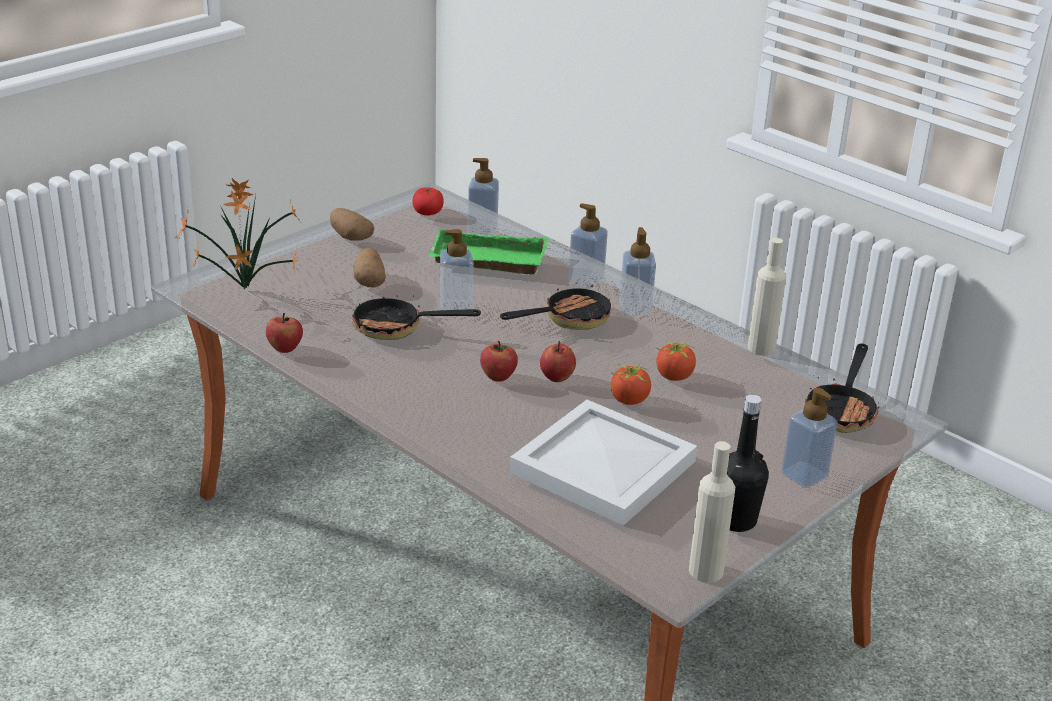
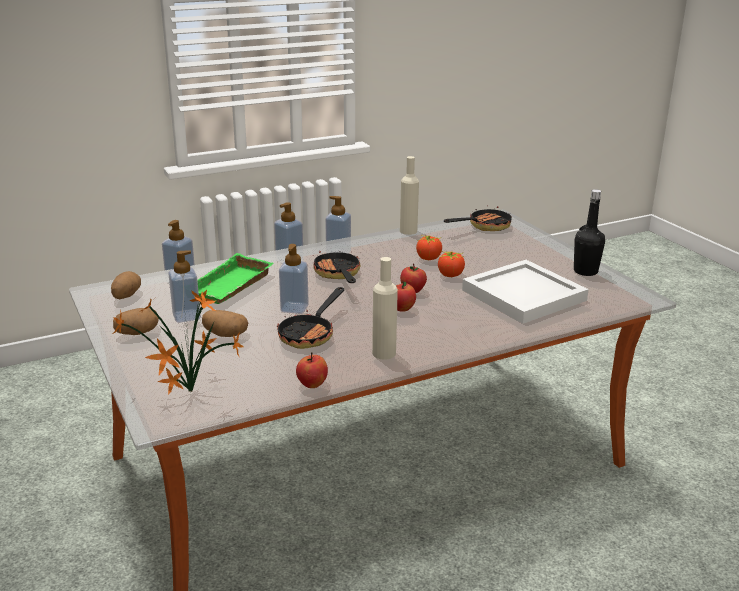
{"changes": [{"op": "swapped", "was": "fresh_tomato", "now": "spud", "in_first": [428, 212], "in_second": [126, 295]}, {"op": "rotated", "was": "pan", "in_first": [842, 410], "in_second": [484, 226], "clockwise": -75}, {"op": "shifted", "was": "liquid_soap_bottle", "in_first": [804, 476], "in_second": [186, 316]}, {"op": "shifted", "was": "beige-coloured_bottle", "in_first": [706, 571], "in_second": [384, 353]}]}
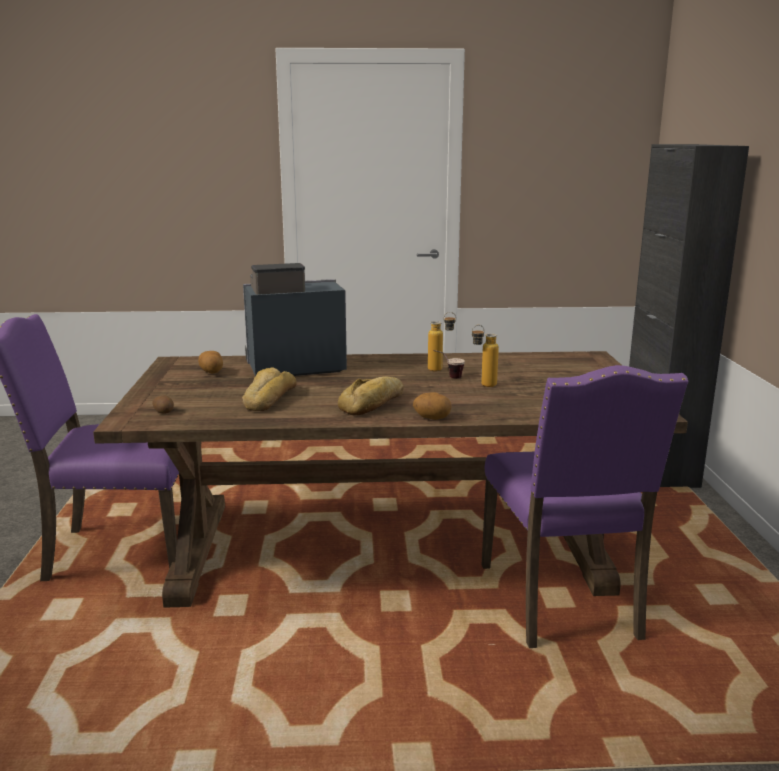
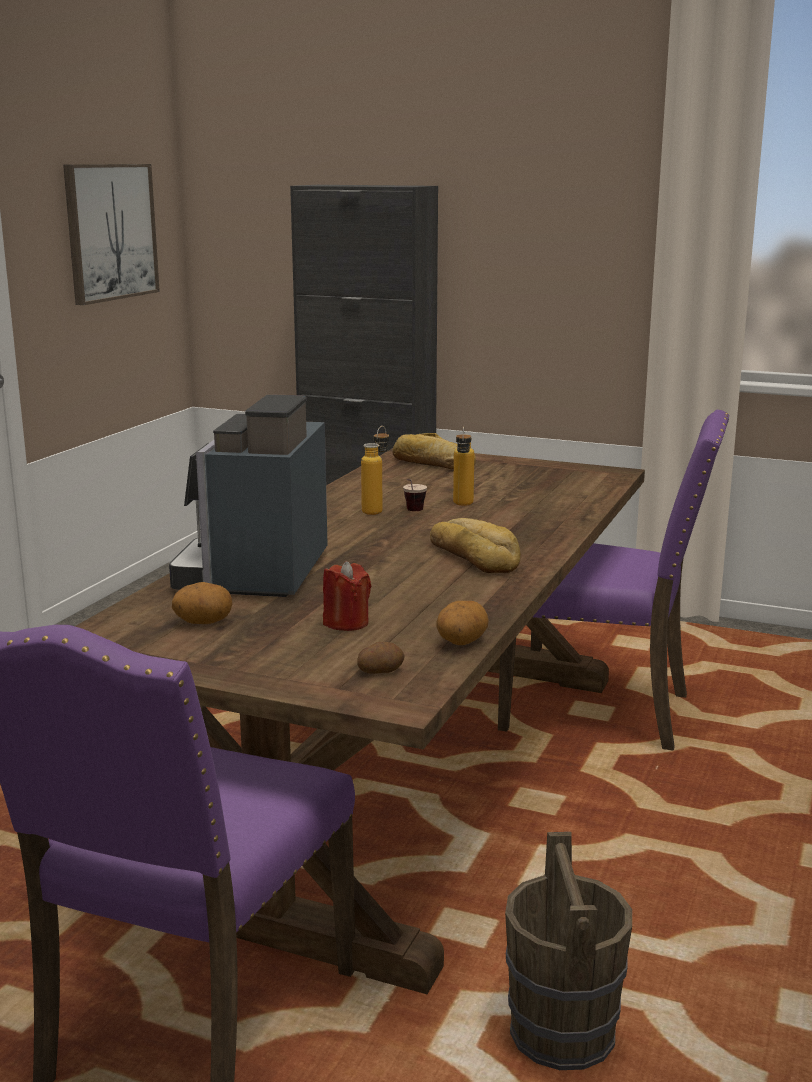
{"changes": [{"op": "shifted", "was": "bakery_bread", "in_first": [267, 398], "in_second": [432, 463]}, {"op": "shifted", "was": "spud", "in_first": [432, 418], "in_second": [461, 642]}, {"op": "new", "now": "picture", "in_second": [110, 232]}, {"op": "new", "now": "reddish_wax_candle", "in_second": [346, 623]}, {"op": "new", "now": "brownish_water_bucket", "in_second": [562, 1034]}]}
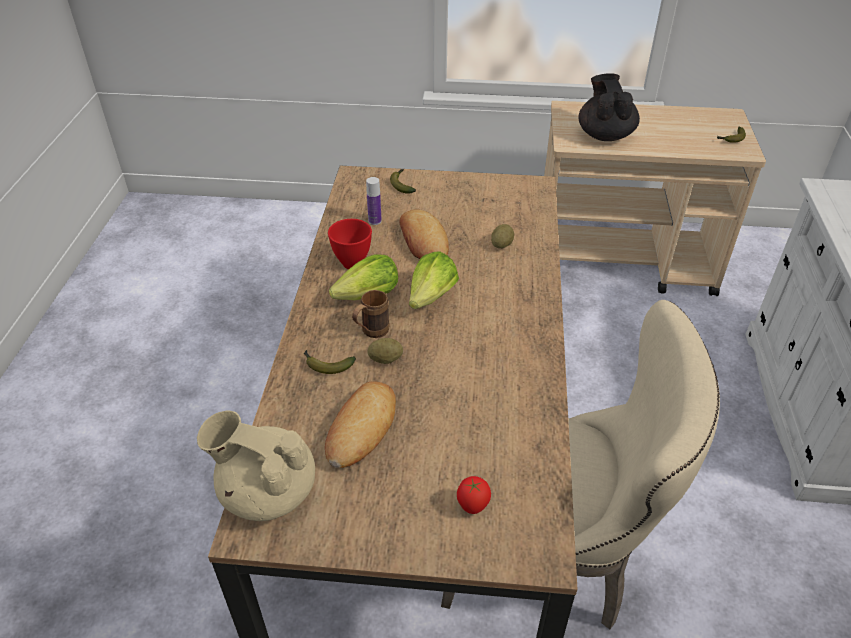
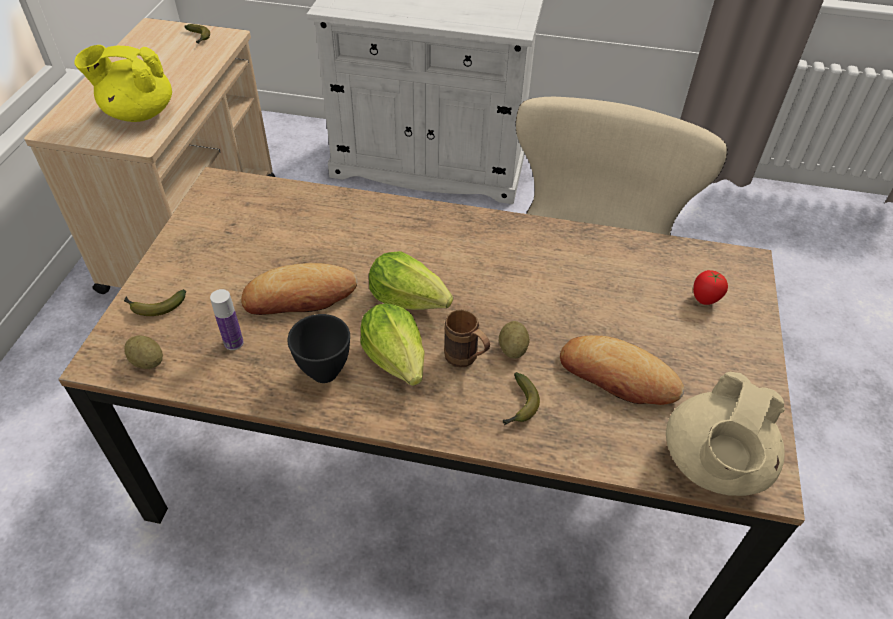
{"changes": [{"op": "repainted", "was": "black_teapot", "now": "yellow_teapot", "in_first": [605, 135], "in_second": [138, 113]}, {"op": "repainted", "was": "reddish_deep_dish", "now": "black_deep_dish", "in_first": [352, 263], "in_second": [323, 373]}, {"op": "shifted", "was": "spud", "in_first": [501, 245], "in_second": [147, 361]}]}
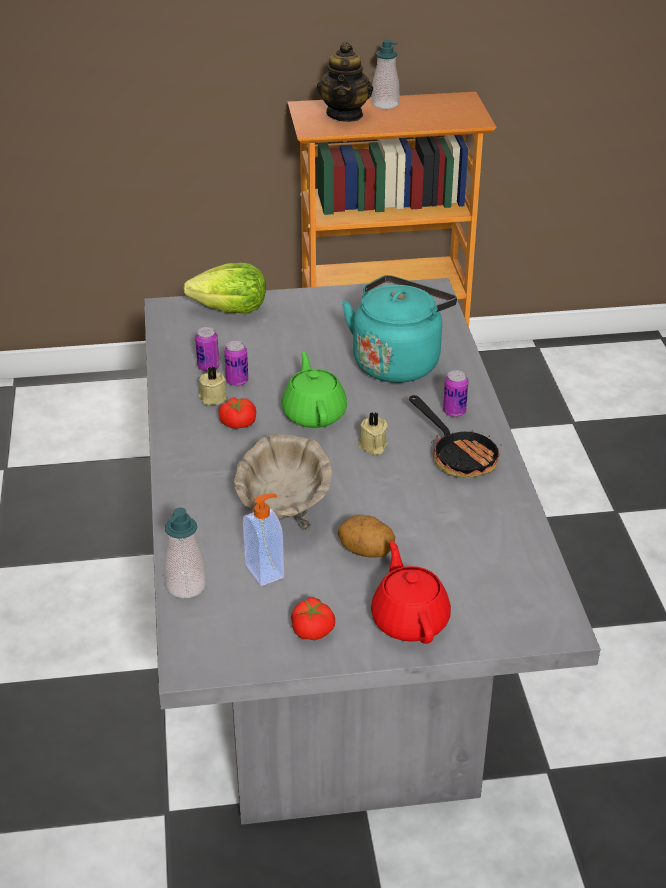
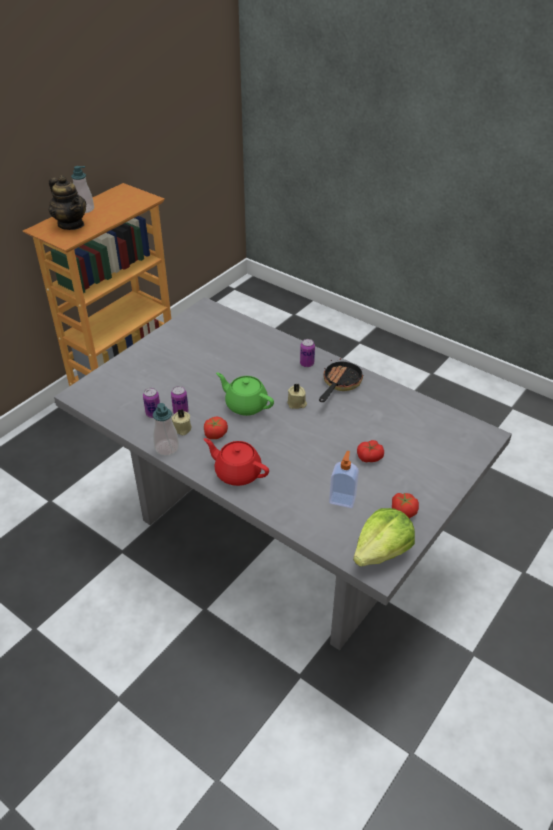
{"changes": [{"op": "shifted", "was": "head_of_lettuce", "in_first": [230, 309], "in_second": [382, 551]}, {"op": "gone", "was": "turquoise-coloured_kettle", "in_first": [398, 362]}, {"op": "rotated", "was": "pan", "in_first": [458, 455], "in_second": [339, 384], "clockwise": -75}, {"op": "gone", "was": "beige-coloured_deep_dish", "in_first": [283, 508]}, {"op": "shifted", "was": "liquid_soap_bottle", "in_first": [186, 585], "in_second": [167, 448]}, {"op": "swapped", "was": "spud", "now": "fresh_tomato", "in_first": [366, 551], "in_second": [369, 457]}, {"op": "shifted", "was": "reddish_teapot", "in_first": [409, 620], "in_second": [237, 472]}]}
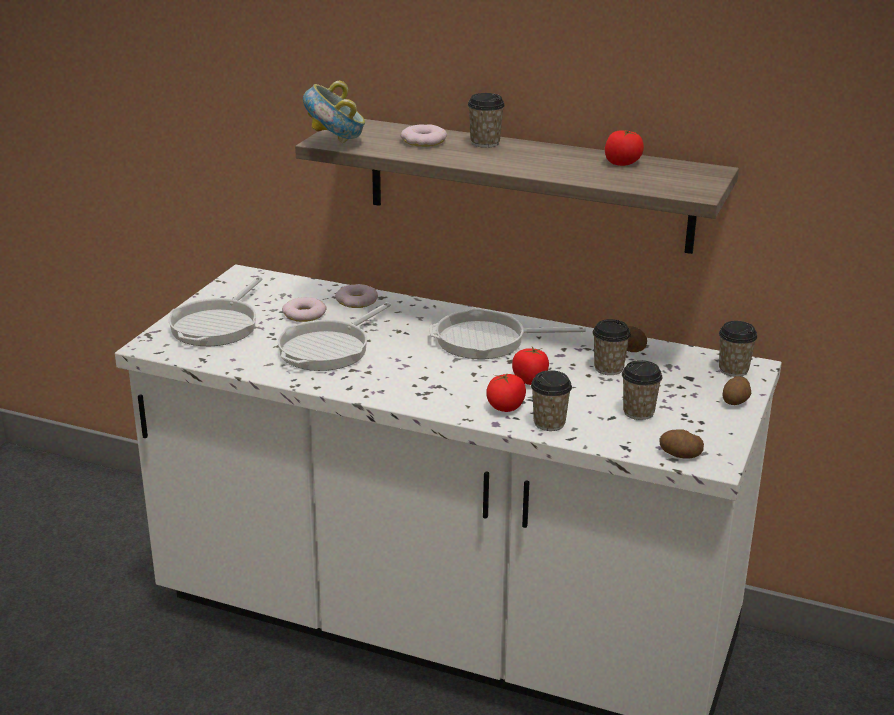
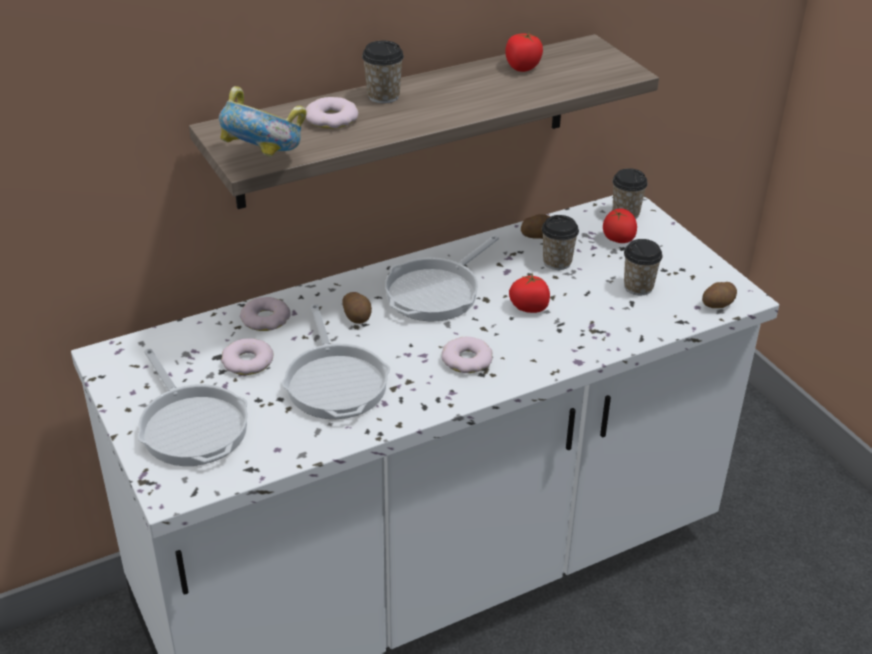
{"changes": [{"op": "gone", "was": "small_cup", "in_first": [549, 423]}, {"op": "shifted", "was": "fresh_tomato", "in_first": [505, 407], "in_second": [618, 239]}, {"op": "shifted", "was": "spud", "in_first": [736, 401], "in_second": [358, 317]}, {"op": "new", "now": "doughnut", "in_second": [467, 360]}]}
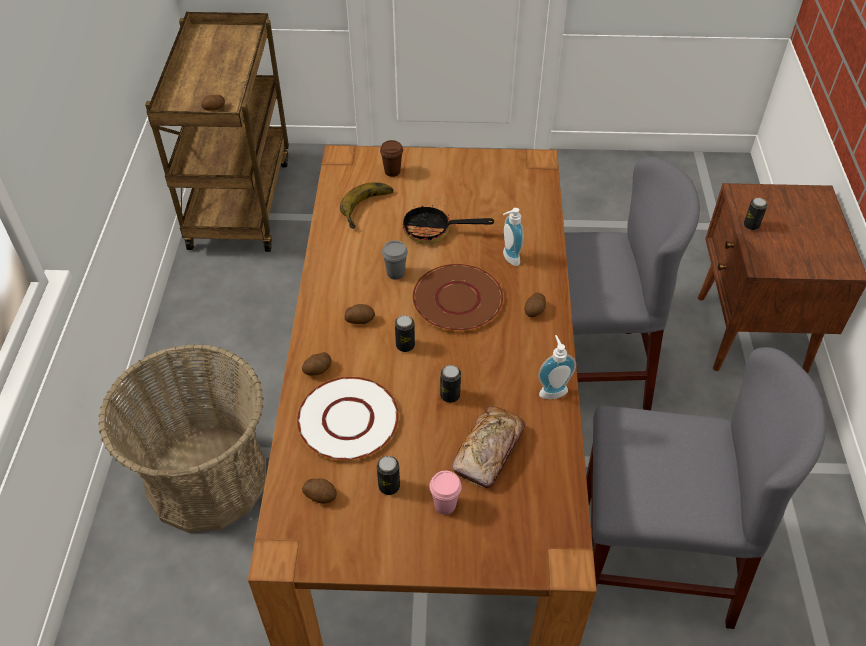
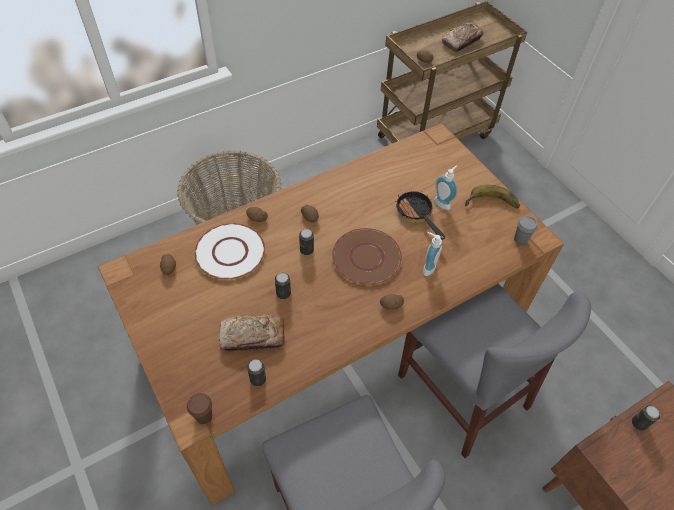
{"changes": [{"op": "shifted", "was": "brownish_small_cup", "in_first": [392, 171], "in_second": [204, 416]}, {"op": "shifted", "was": "banana_fruit", "in_first": [370, 208], "in_second": [491, 205]}, {"op": "shifted", "was": "grey_small_cup", "in_first": [395, 273], "in_second": [520, 239]}, {"op": "shifted", "was": "liquid_soap_bottle", "in_first": [552, 390], "in_second": [443, 202]}, {"op": "shifted", "was": "sealed_can", "in_first": [389, 486], "in_second": [258, 379]}, {"op": "gone", "was": "pinkish_small_cup", "in_first": [445, 505]}, {"op": "new", "now": "bakery_bread", "in_second": [461, 41]}]}
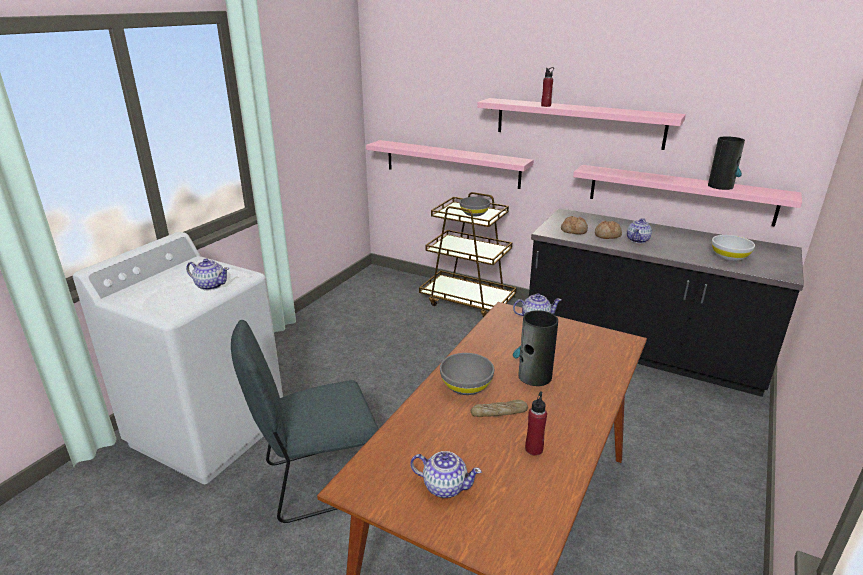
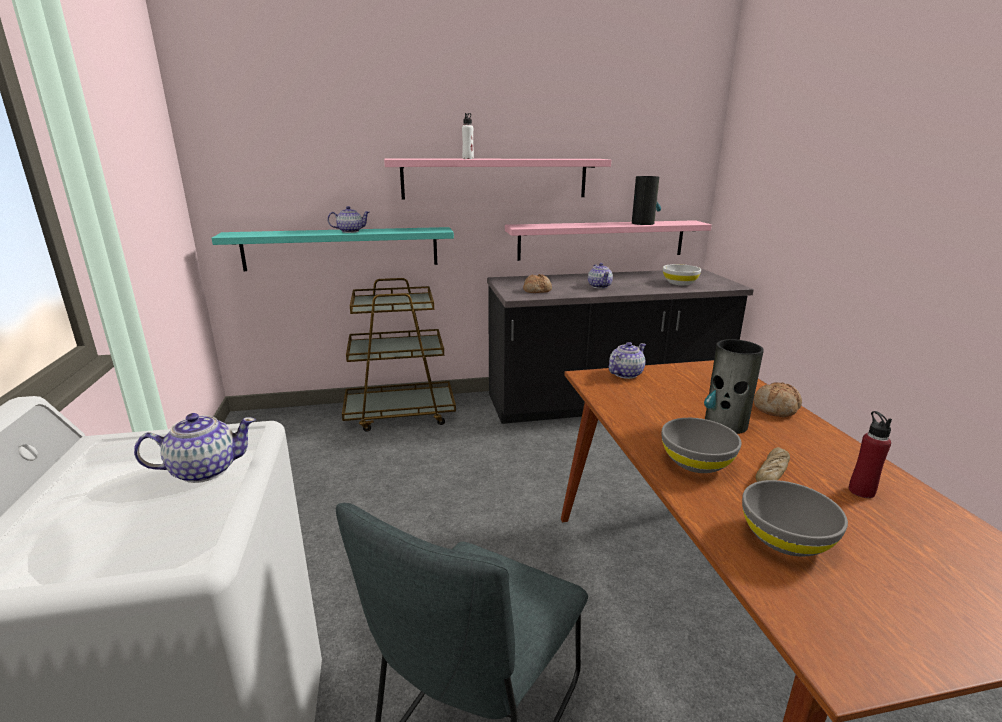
{"changes": [{"op": "repainted", "was": "reddish_bottle", "now": "white_bottle", "in_first": [546, 106], "in_second": [468, 158]}, {"op": "repainted", "was": "pinkish_wall_shelf", "now": "turquoise-coloured_wall_shelf", "in_first": [451, 163], "in_second": [341, 248]}, {"op": "shifted", "was": "grey_deep_dish", "in_first": [474, 213], "in_second": [785, 539]}, {"op": "shifted", "was": "bakery_bread", "in_first": [607, 236], "in_second": [776, 408]}, {"op": "shifted", "was": "teapot", "in_first": [444, 486], "in_second": [350, 231]}]}
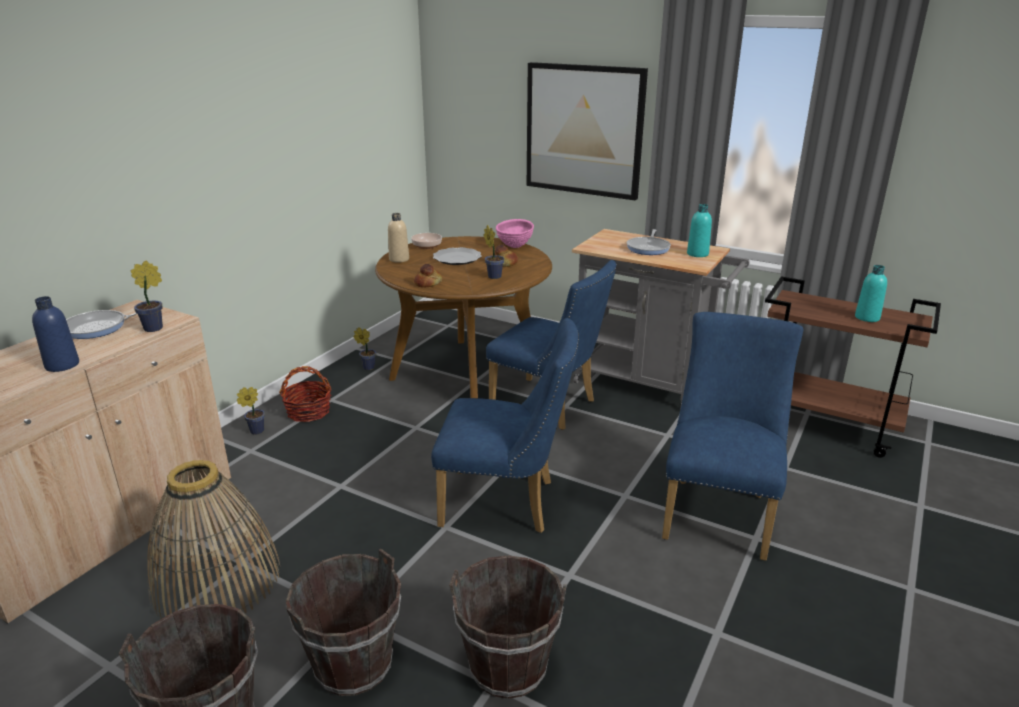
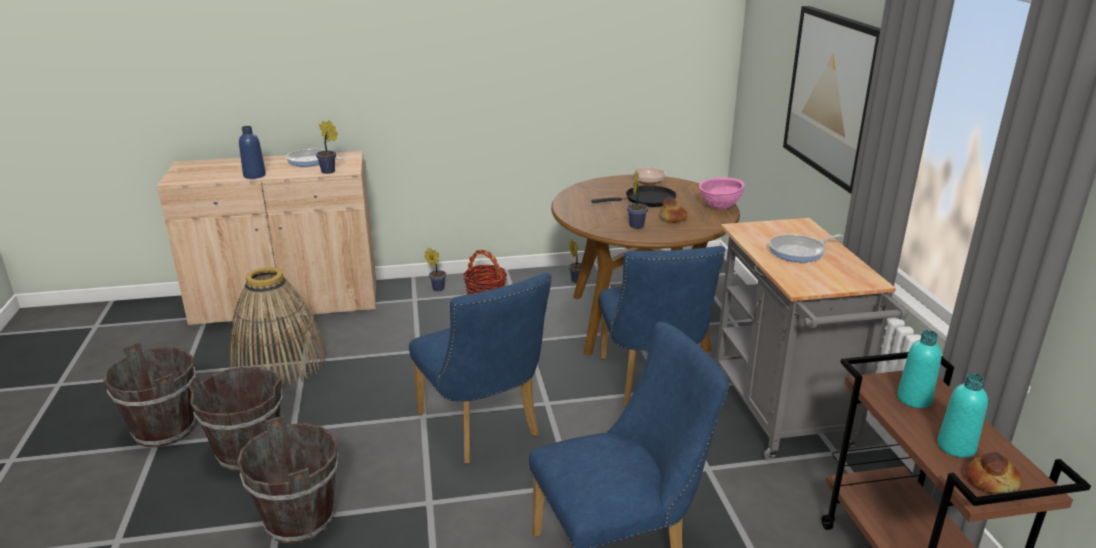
{"changes": [{"op": "shifted", "was": "turquoise-coloured_bottle", "in_first": [697, 254], "in_second": [914, 399]}, {"op": "gone", "was": "beige-coloured_bottle", "in_first": [399, 259]}, {"op": "swapped", "was": "plate", "now": "black_pan", "in_first": [457, 258], "in_second": [646, 200]}, {"op": "shifted", "was": "bakery_bread", "in_first": [428, 283], "in_second": [991, 482]}]}
